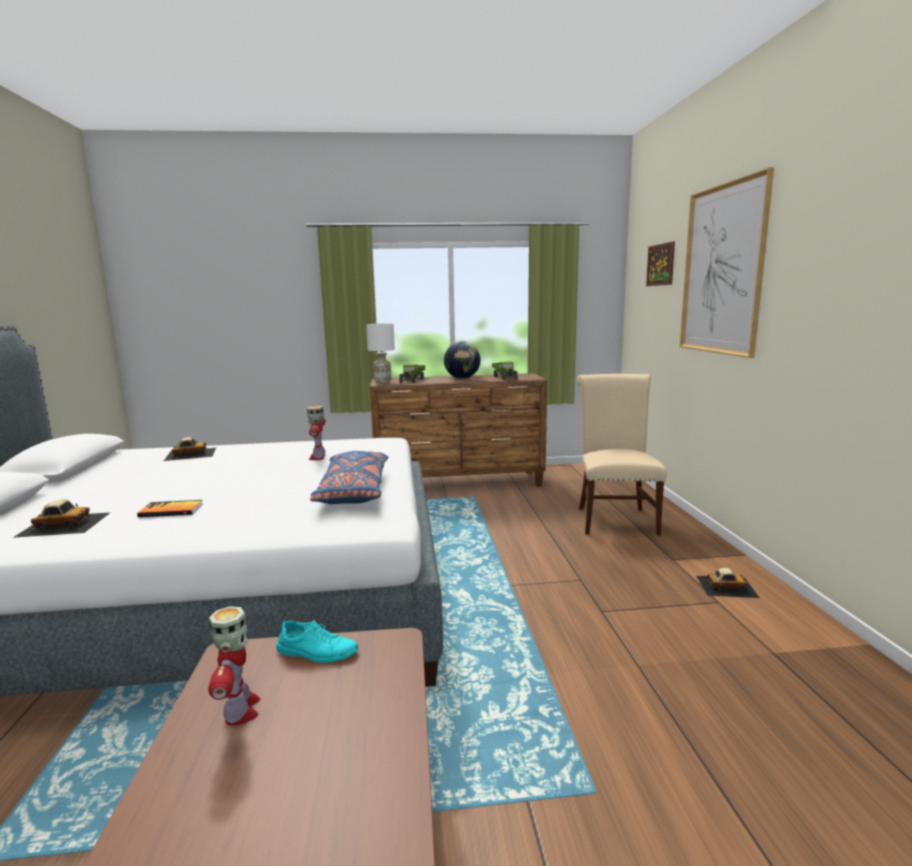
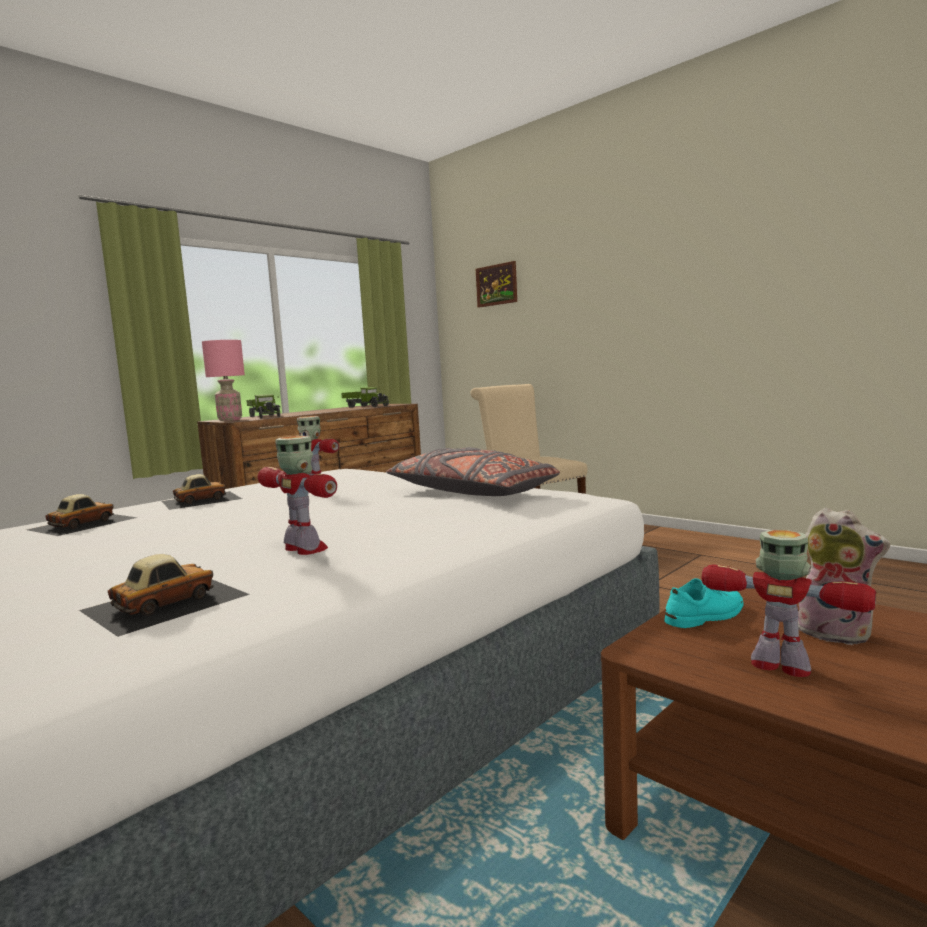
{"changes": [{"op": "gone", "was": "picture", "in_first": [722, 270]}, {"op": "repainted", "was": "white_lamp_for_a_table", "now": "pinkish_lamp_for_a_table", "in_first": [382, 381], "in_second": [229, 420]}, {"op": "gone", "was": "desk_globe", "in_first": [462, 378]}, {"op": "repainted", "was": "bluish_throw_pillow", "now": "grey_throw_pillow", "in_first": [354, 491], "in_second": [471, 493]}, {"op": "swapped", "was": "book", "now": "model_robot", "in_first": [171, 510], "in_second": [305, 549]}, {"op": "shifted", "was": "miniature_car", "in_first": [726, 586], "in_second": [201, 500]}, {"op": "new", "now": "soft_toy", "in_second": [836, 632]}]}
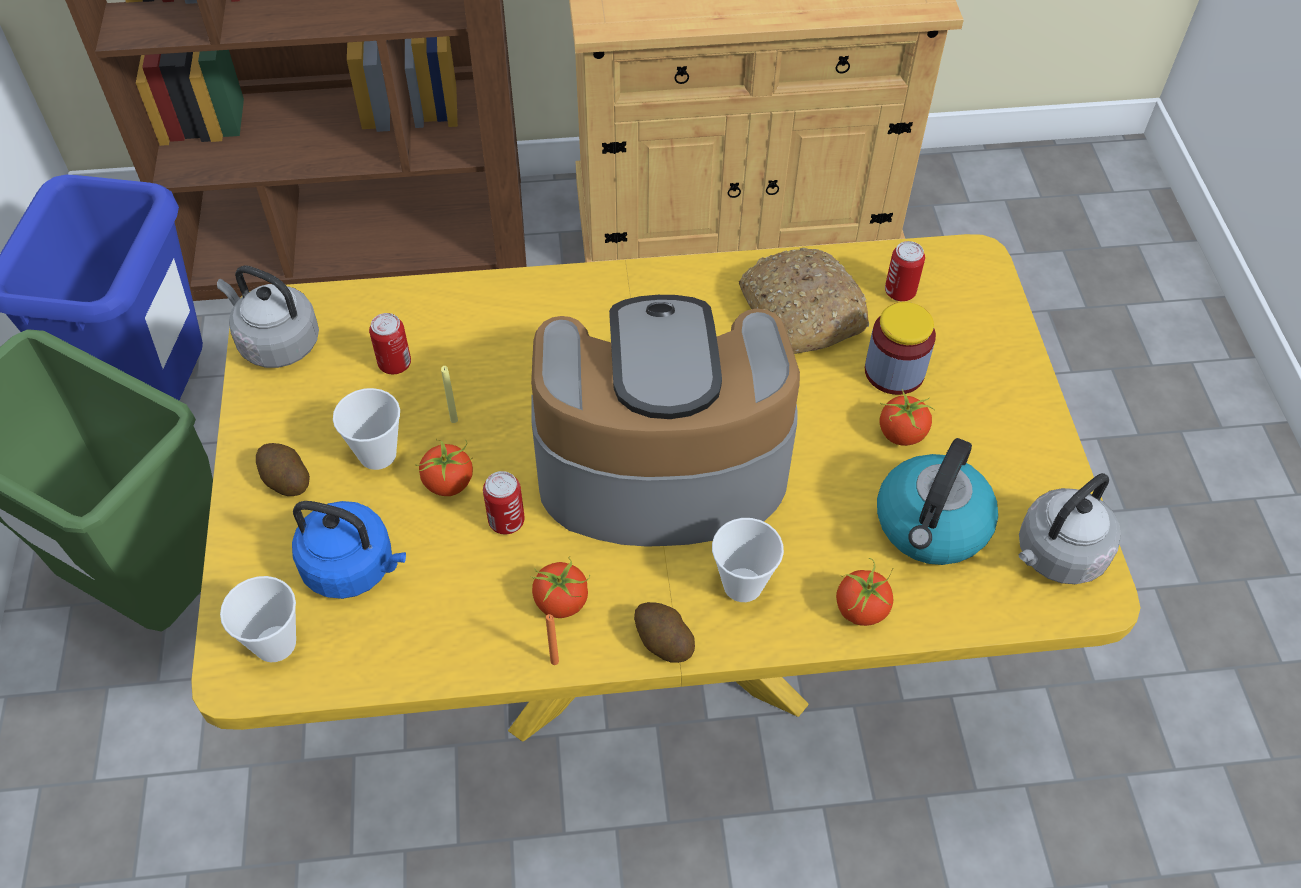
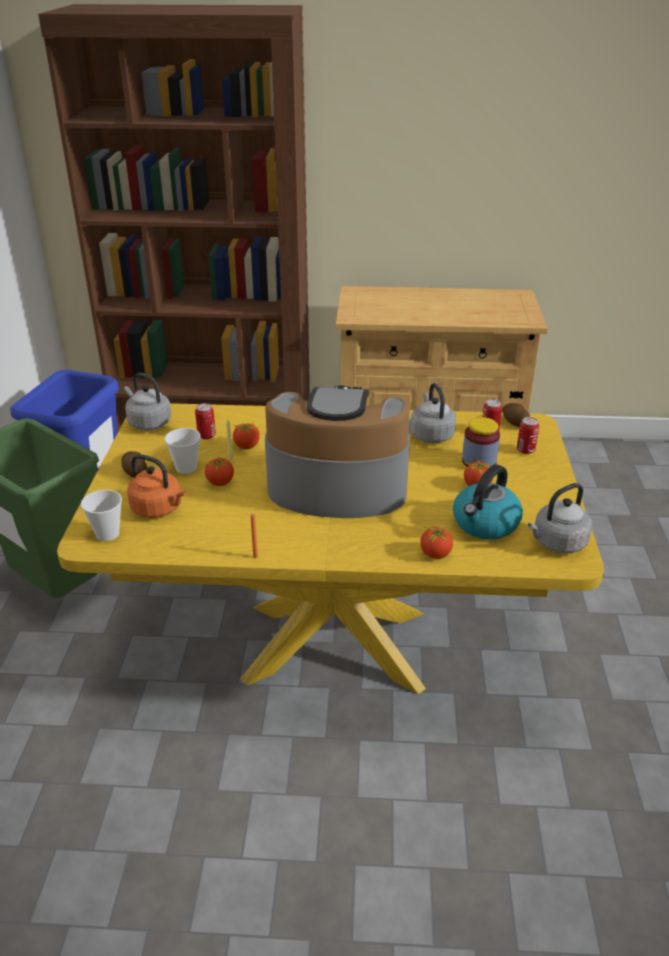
{"changes": [{"op": "swapped", "was": "bakery_bread", "now": "grey_kettle", "in_first": [799, 312], "in_second": [431, 434]}, {"op": "shifted", "was": "sealed_can", "in_first": [506, 521], "in_second": [525, 450]}, {"op": "repainted", "was": "bluish_kettle", "now": "orange-coloured_kettle", "in_first": [353, 568], "in_second": [159, 509]}, {"op": "gone", "was": "small_cup", "in_first": [742, 585]}, {"op": "shifted", "was": "fresh_tomato", "in_first": [562, 602], "in_second": [247, 446]}, {"op": "shifted", "was": "spud", "in_first": [663, 641], "in_second": [514, 423]}]}
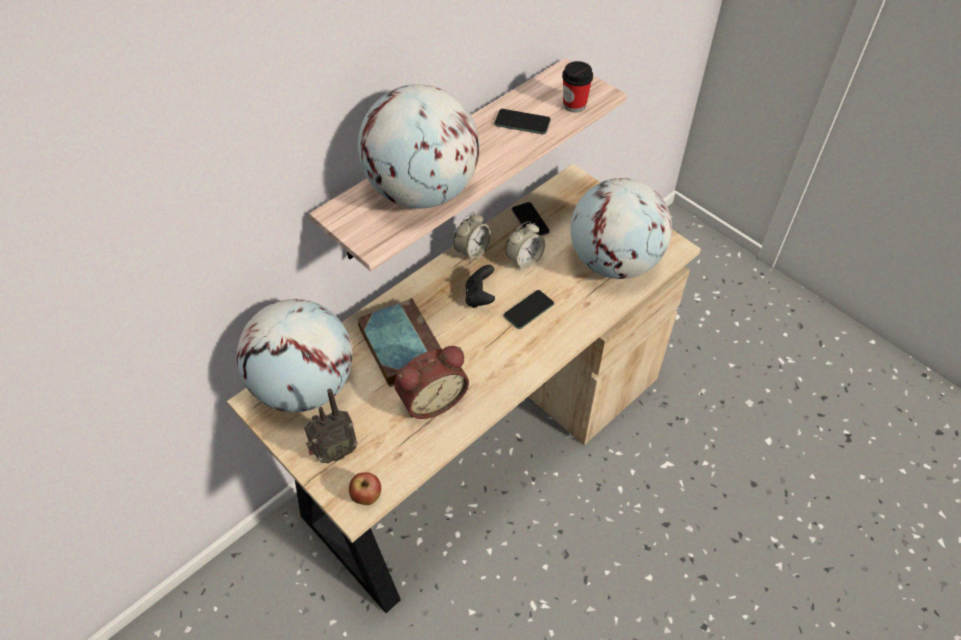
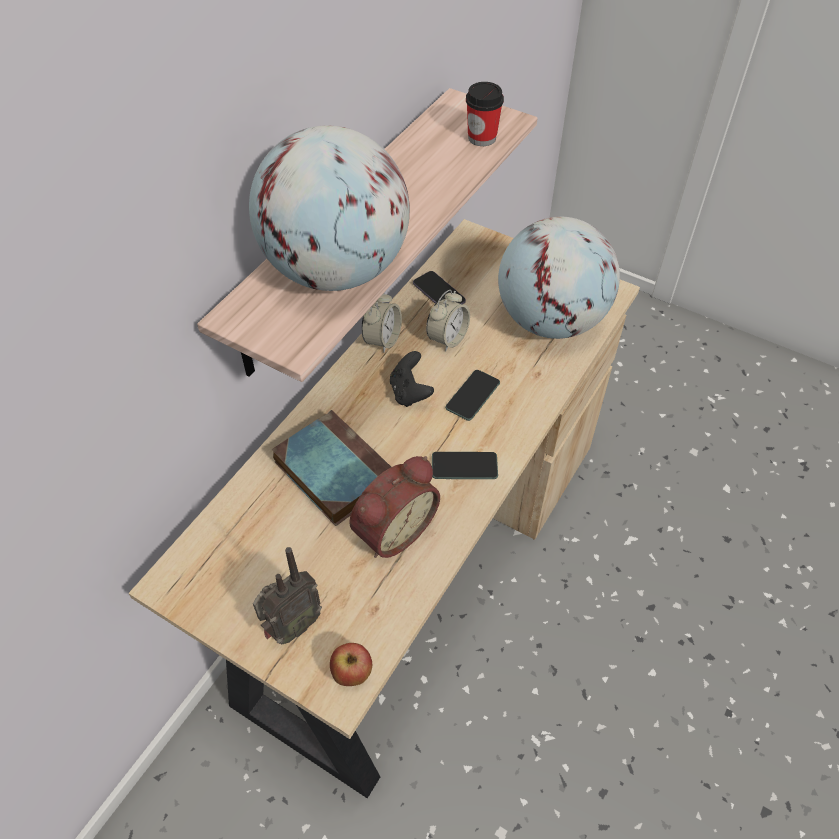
{"changes": [{"op": "shifted", "was": "telephone", "in_first": [522, 122], "in_second": [464, 466]}, {"op": "gone", "was": "desk_globe", "in_first": [305, 386]}]}
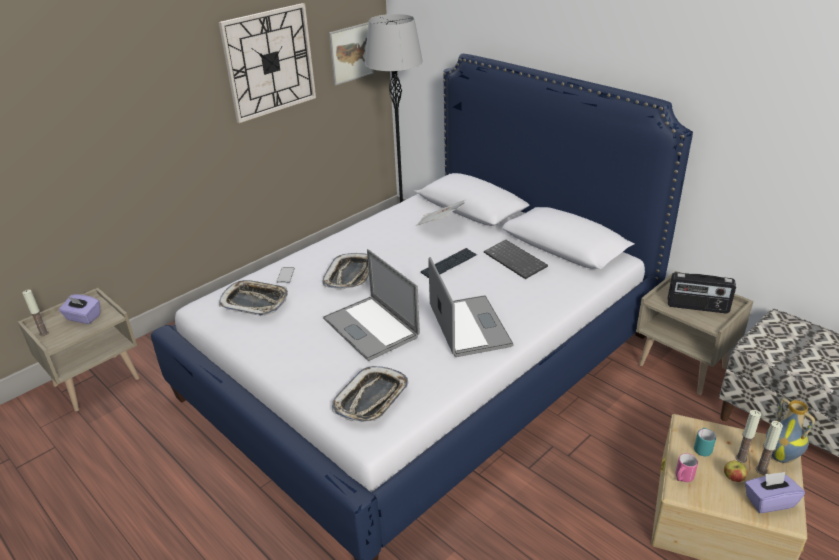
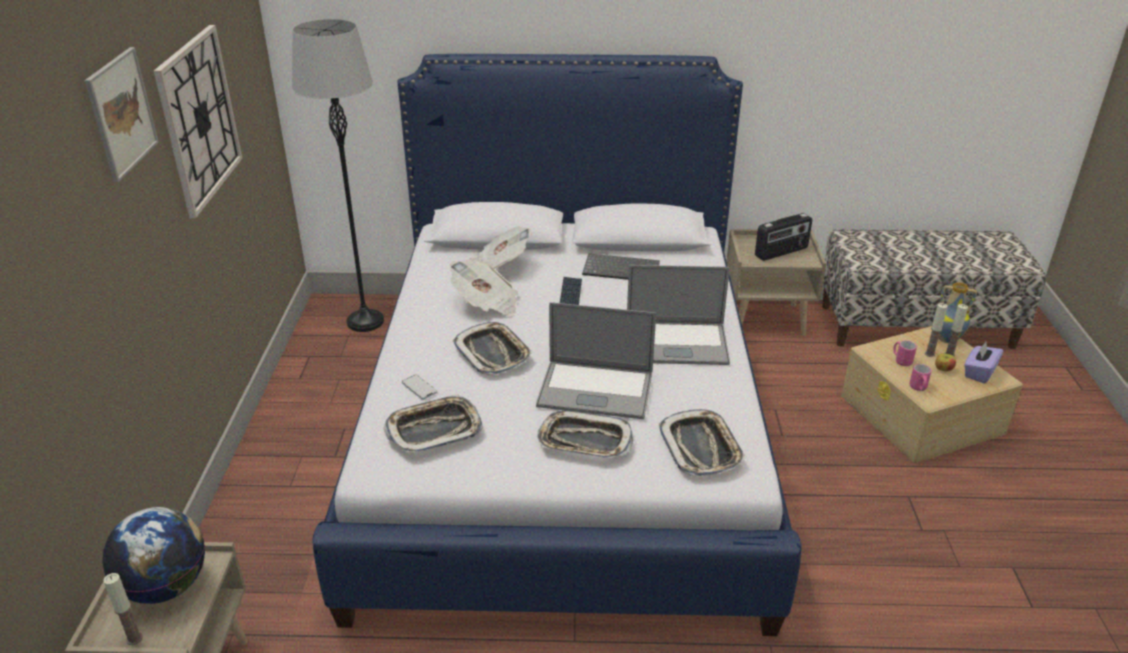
{"changes": [{"op": "shifted", "was": "picture", "in_first": [351, 53], "in_second": [121, 113]}, {"op": "rotated", "was": "portable_computer", "in_first": [469, 326], "in_second": [676, 344], "clockwise": 150}, {"op": "swapped", "was": "purple_tissue_box", "now": "desk_globe", "in_first": [83, 318], "in_second": [166, 586]}, {"op": "repainted", "was": "turquoise-coloured_mug", "now": "pinkish_mug", "in_first": [702, 448], "in_second": [901, 360]}, {"op": "new", "now": "printed_paper", "in_second": [486, 304]}, {"op": "new", "now": "tray", "in_second": [584, 441]}]}
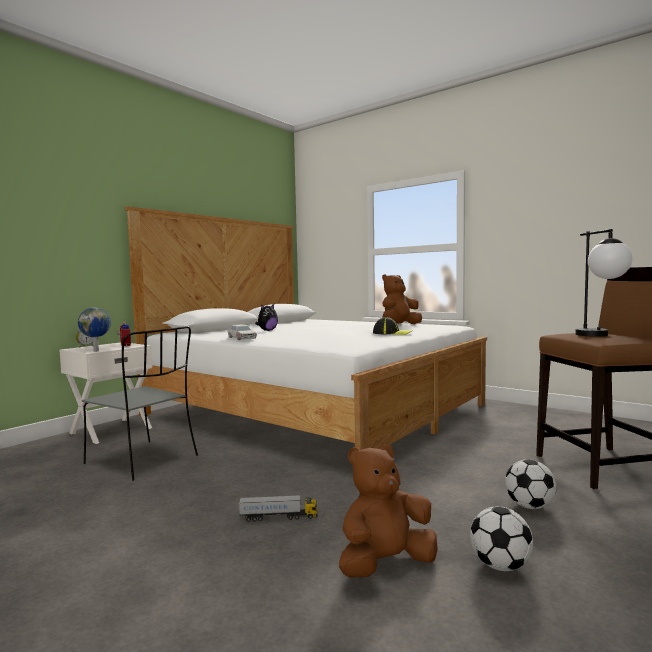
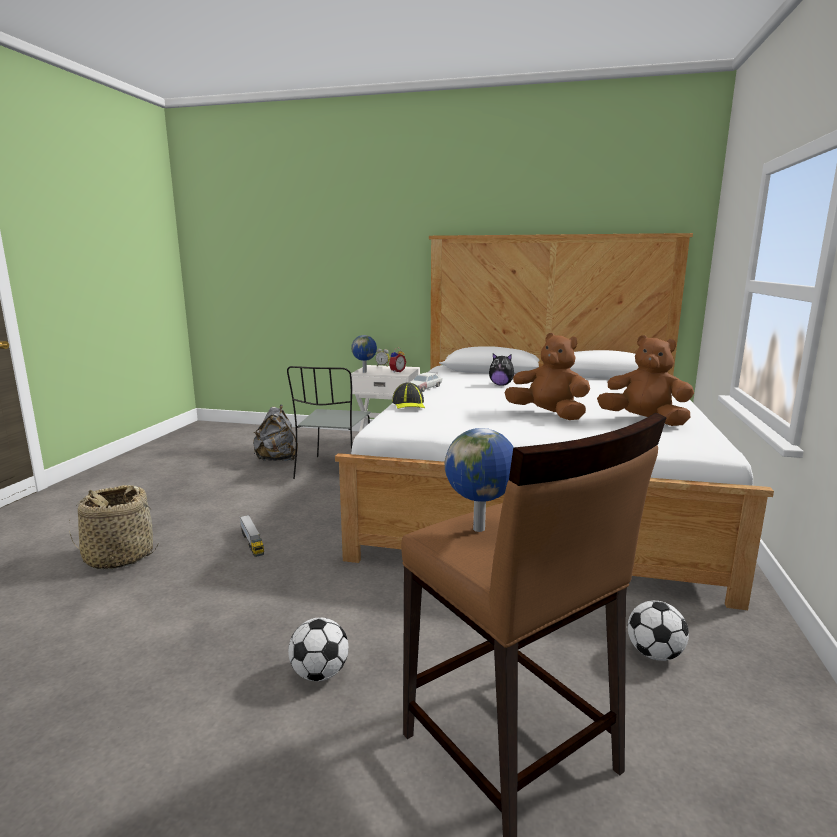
{"changes": [{"op": "swapped", "was": "lamp_for_a_table", "now": "desk_globe", "in_first": [600, 336], "in_second": [480, 529]}, {"op": "shifted", "was": "cap", "in_first": [392, 333], "in_second": [409, 404]}, {"op": "shifted", "was": "brownish_soft_toy", "in_first": [385, 564], "in_second": [548, 415]}, {"op": "shifted", "was": "football", "in_first": [500, 566], "in_second": [654, 654]}, {"op": "new", "now": "grey_rucksack", "in_second": [277, 460]}, {"op": "new", "now": "household_basket", "in_second": [119, 557]}]}
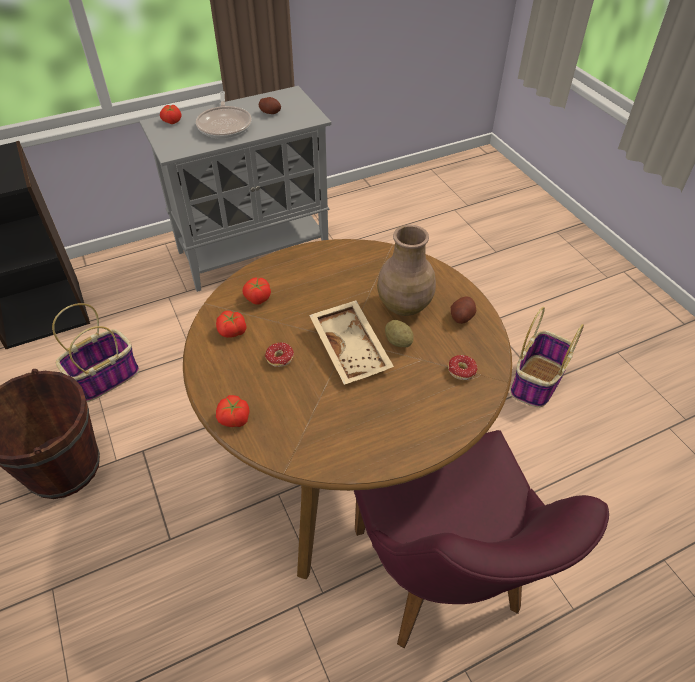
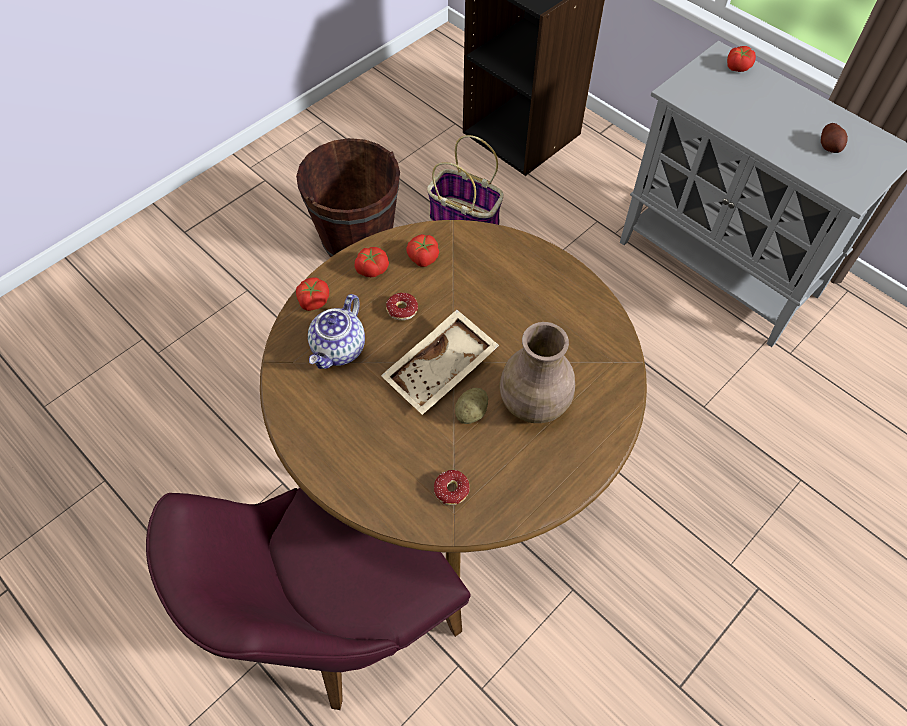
{"changes": [{"op": "gone", "was": "pan", "in_first": [225, 125]}, {"op": "shifted", "was": "fresh_tomato", "in_first": [257, 298], "in_second": [372, 268]}, {"op": "gone", "was": "spud", "in_first": [461, 317]}, {"op": "gone", "was": "household_basket", "in_first": [536, 382]}, {"op": "new", "now": "teapot", "in_second": [339, 349]}]}
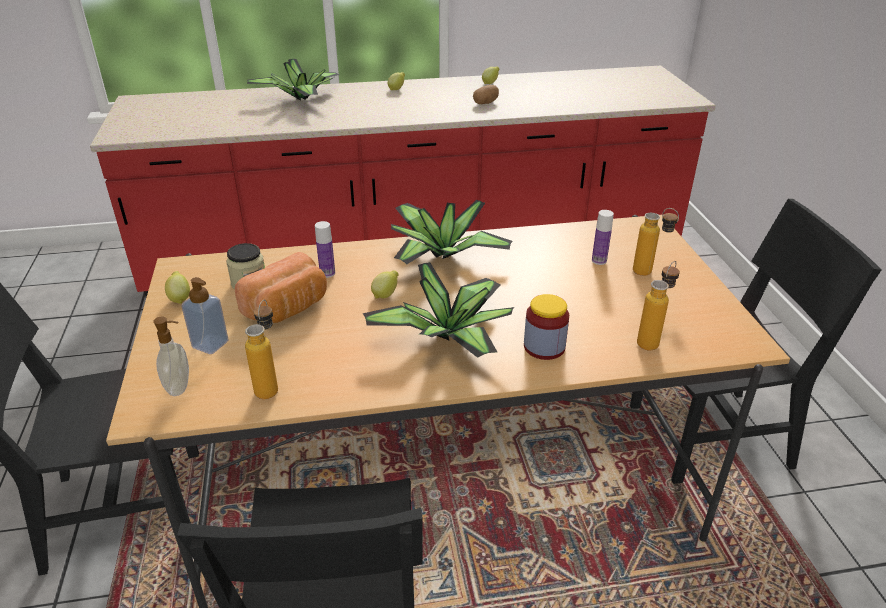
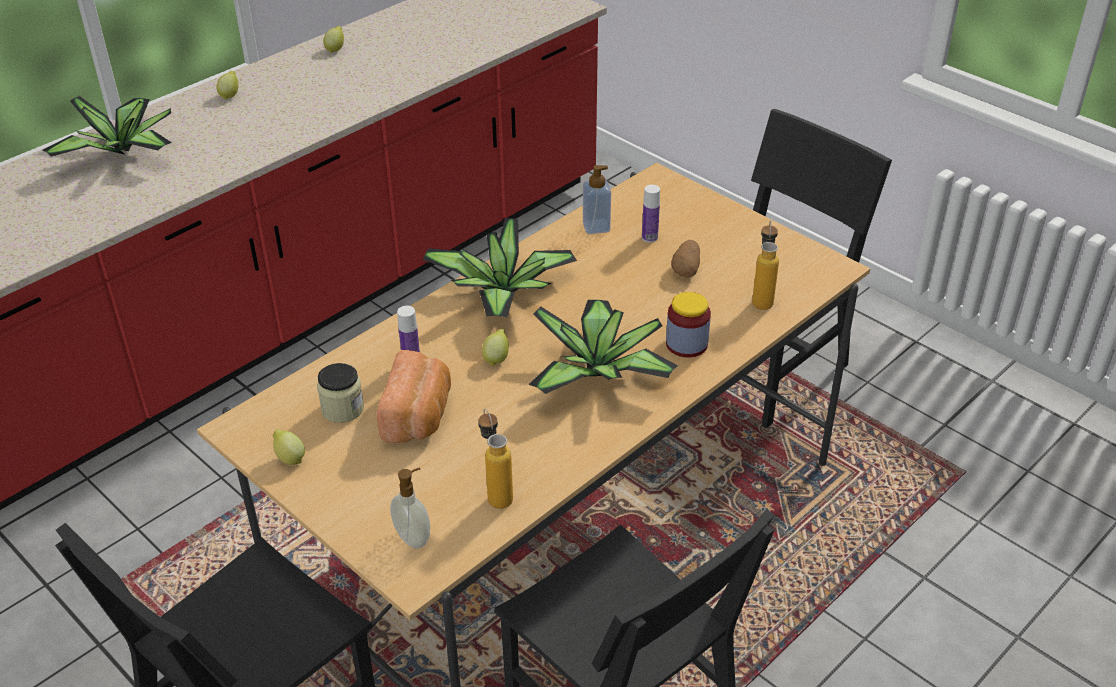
{"changes": [{"op": "shifted", "was": "spud", "in_first": [485, 103], "in_second": [686, 269]}, {"op": "gone", "was": "bottle", "in_first": [649, 274]}, {"op": "shifted", "was": "liquid_soap_bottle", "in_first": [210, 344], "in_second": [596, 227]}]}
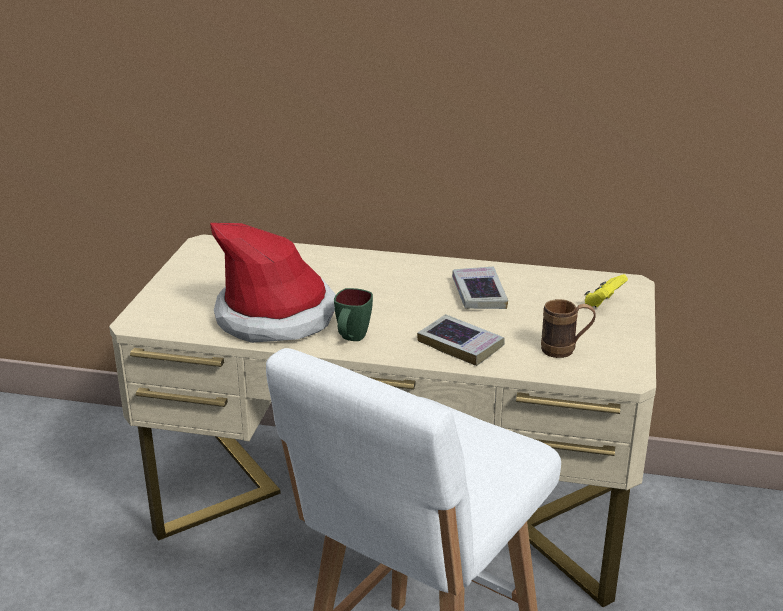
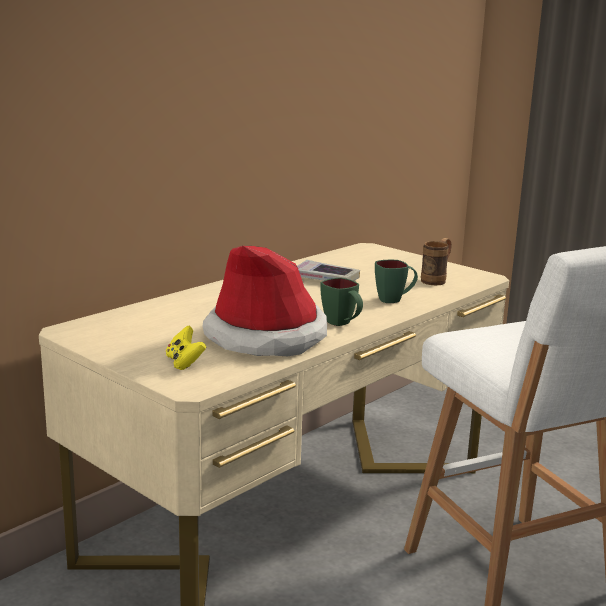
{"changes": [{"op": "shifted", "was": "yellow_gamepad", "in_first": [603, 303], "in_second": [184, 363]}, {"op": "swapped", "was": "book", "now": "greenish_mug", "in_first": [460, 345], "in_second": [395, 300]}]}
